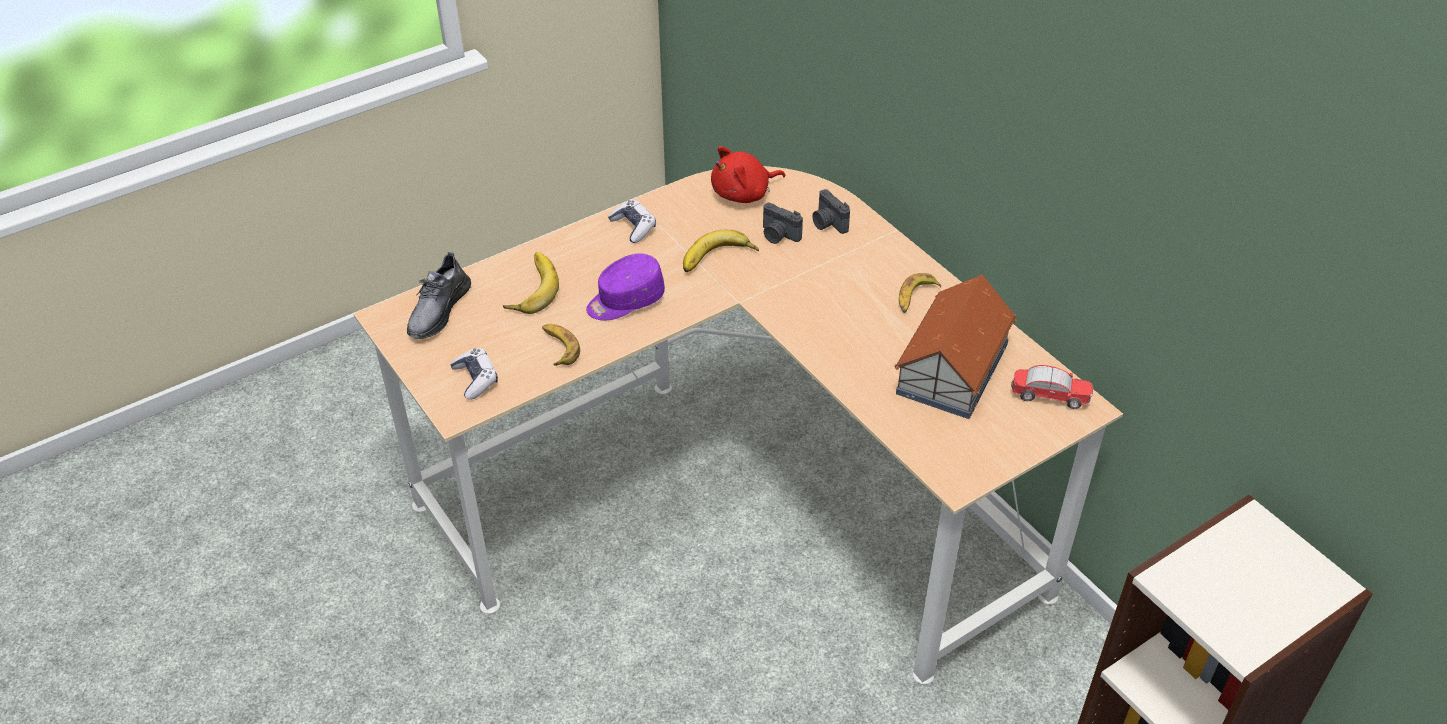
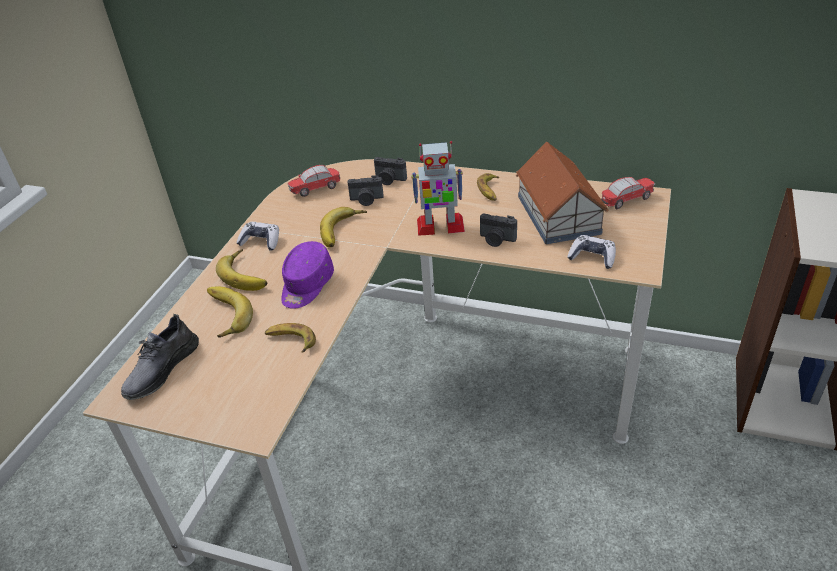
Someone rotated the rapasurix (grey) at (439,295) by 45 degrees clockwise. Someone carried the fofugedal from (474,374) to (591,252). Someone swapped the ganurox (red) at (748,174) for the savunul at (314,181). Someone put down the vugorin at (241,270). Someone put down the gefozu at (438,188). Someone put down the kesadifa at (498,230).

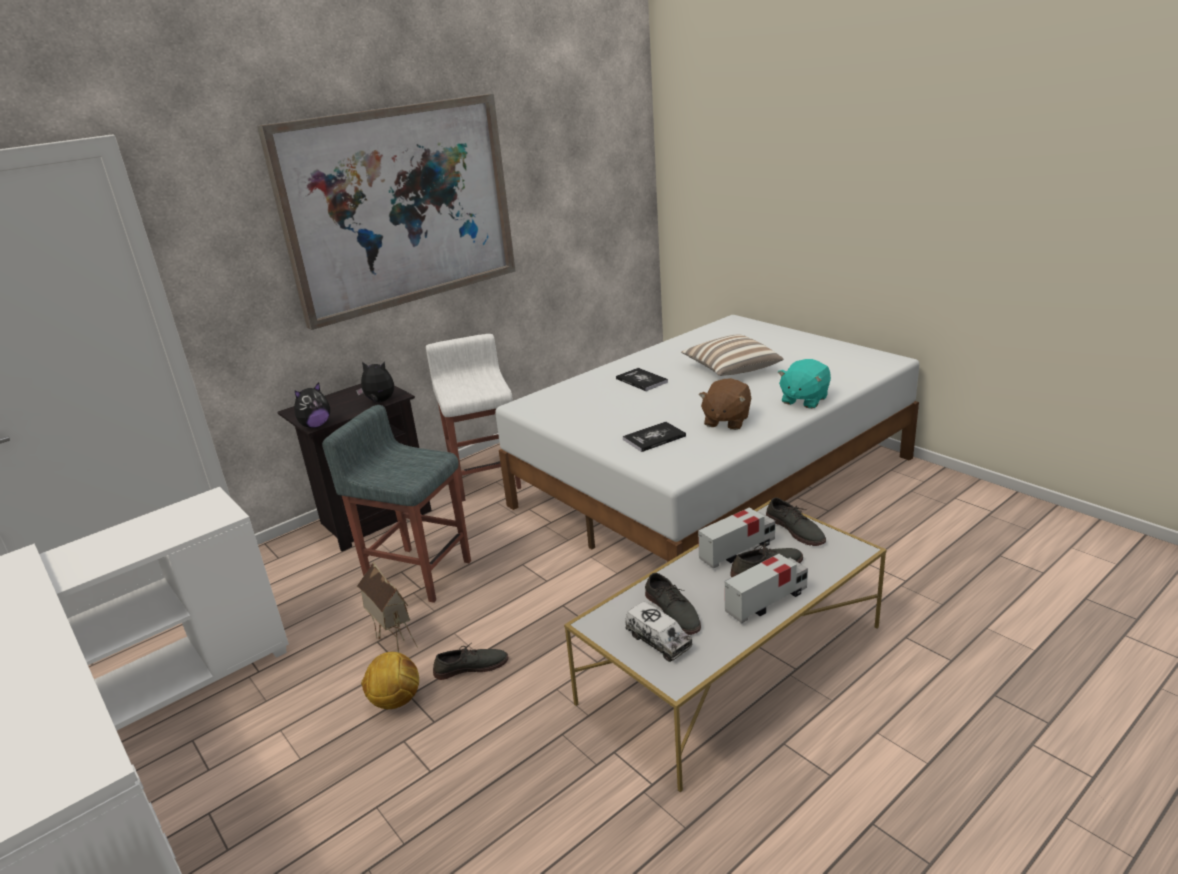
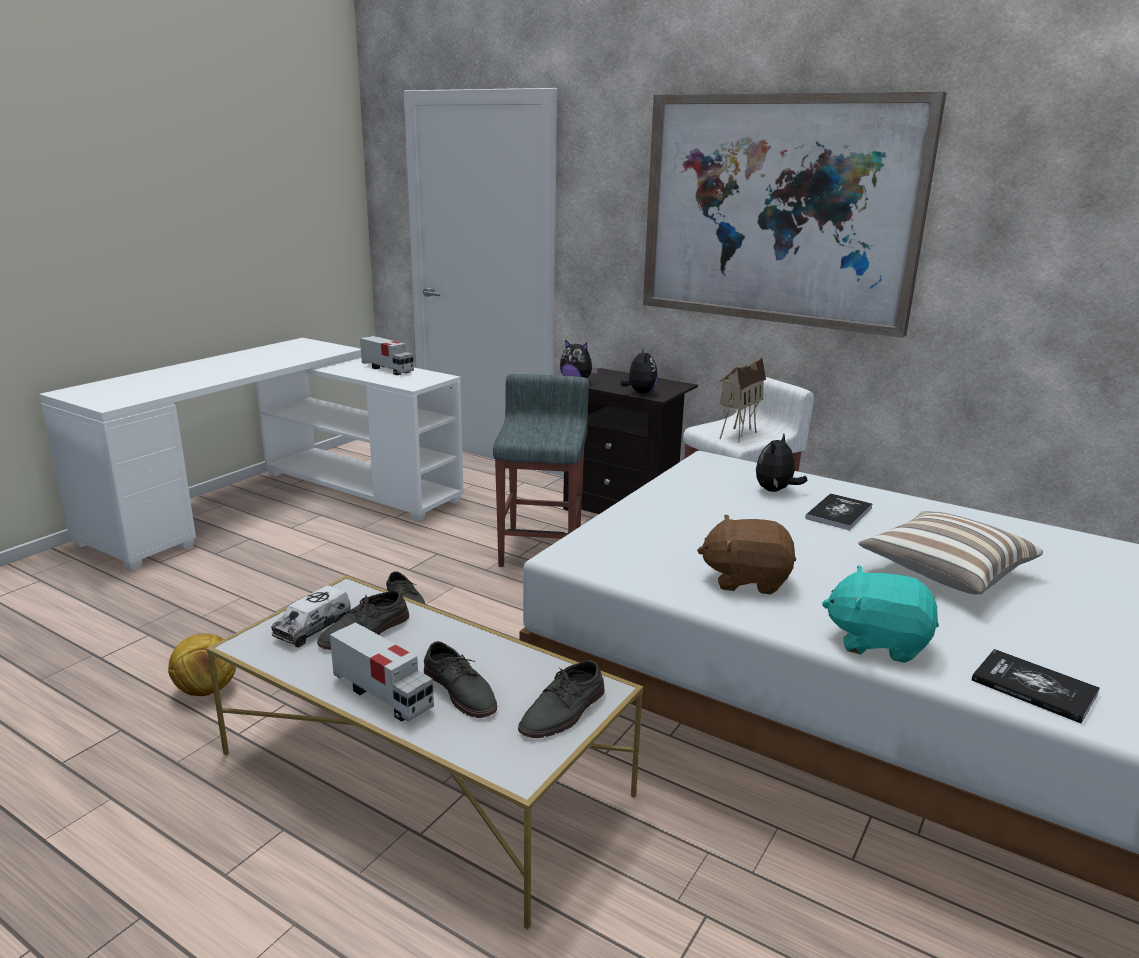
Someone carried the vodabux from (387,607) to (742,399). Someone carried the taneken from (390,680) to (202,664). Someone carried the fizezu from (654,437) to (1036,686). Someone carried the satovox from (736,538) to (387,355). Someone put down the ganurox at (782,463).

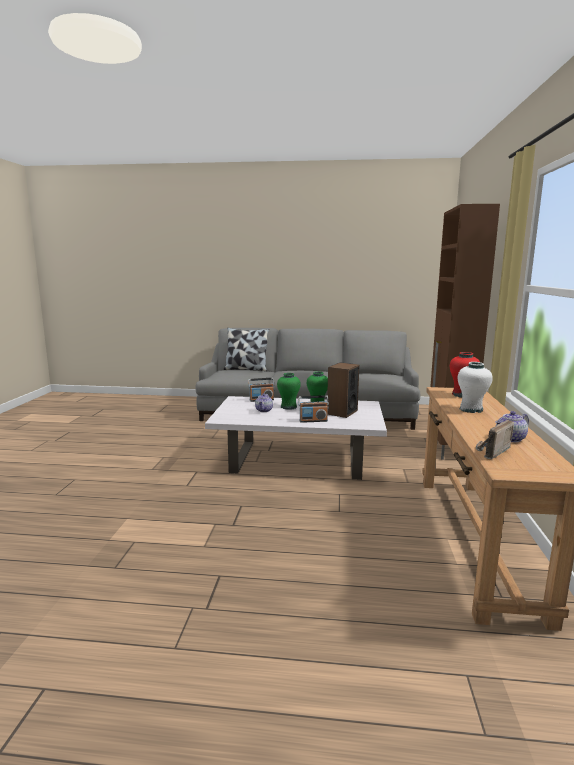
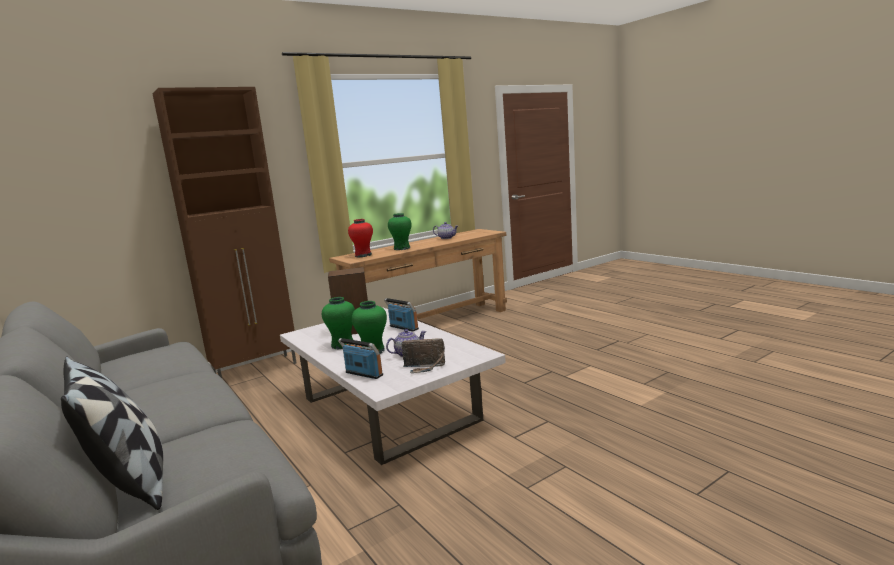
Someone repainted the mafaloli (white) at (475,387), which became the mafaloli (green) at (400,231). Someone carried the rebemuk from (495,439) to (423,355).

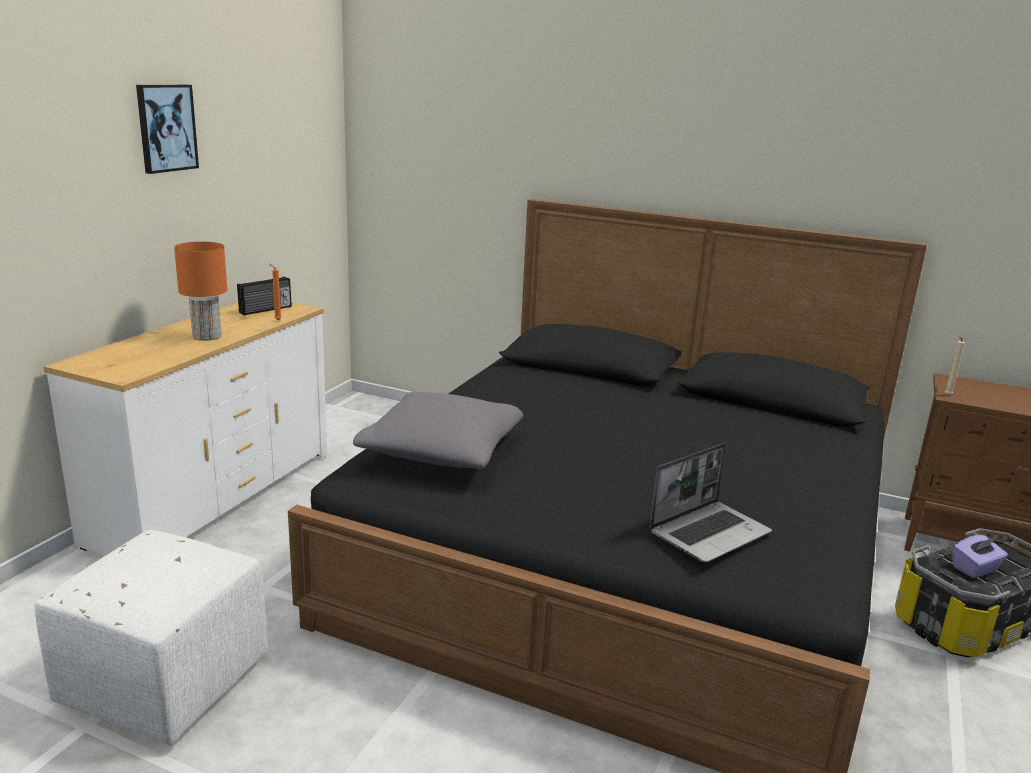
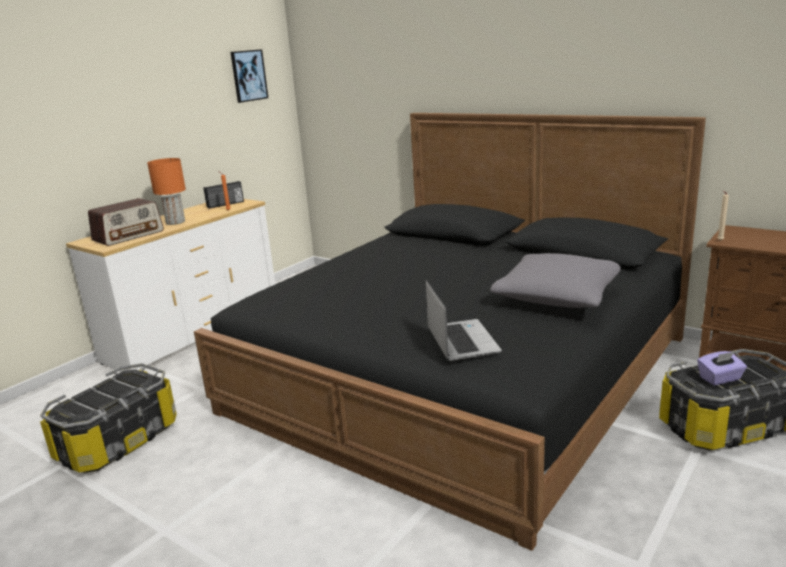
Someone swapped the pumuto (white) at (151,638) for the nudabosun at (108,418). Someone carried the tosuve from (167,129) to (249,76). Someone carried the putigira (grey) from (438,430) to (555,280). Someone rotated the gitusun at (710,502) by 75 degrees counterclockwise. Someone put down the rebemuk at (126,222).

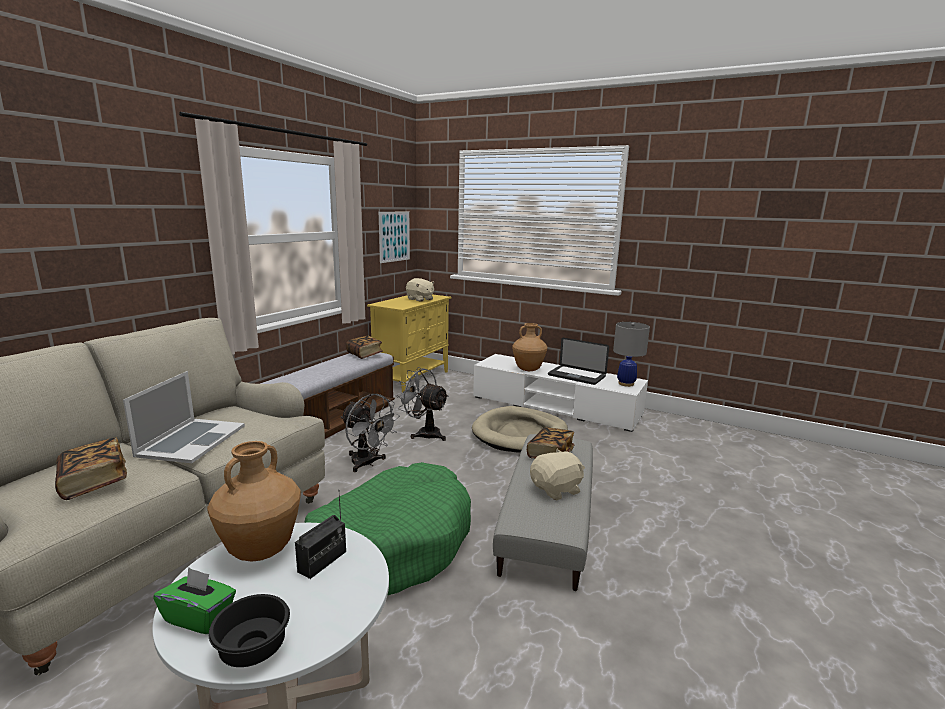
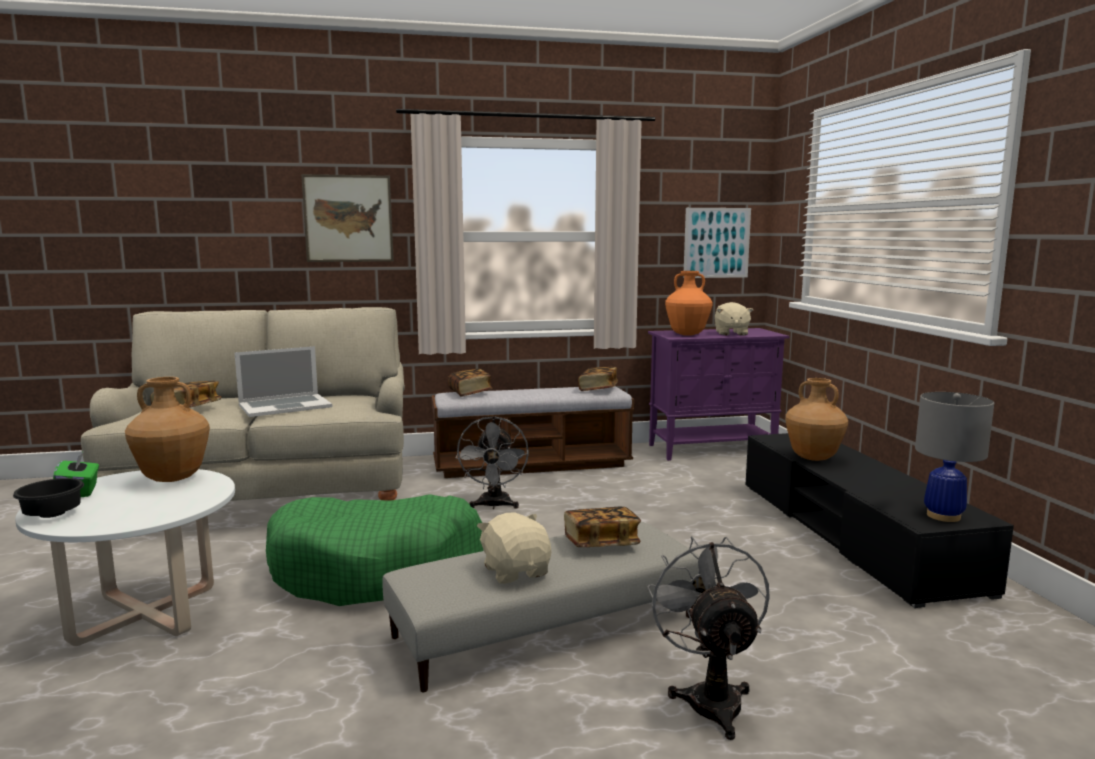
Someone took away the rebemuk at (320,537). Someone repainted the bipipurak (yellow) at (409,343), which became the bipipurak (purple) at (718,394). Someone carried the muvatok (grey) from (422,404) to (708,638). Someone took away the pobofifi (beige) at (520,429). Someone repainted the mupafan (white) at (560,393), which became the mupafan (black) at (879,520). Someone rotated the ganurox (beige) at (557,475) by 135 degrees counterclockwise. Someone took away the gitusun at (578,361). Someone put up the tosuve at (347,218). Someone put down the fizezu at (470,383). Someone put down the mafaloli (orange) at (689,303).

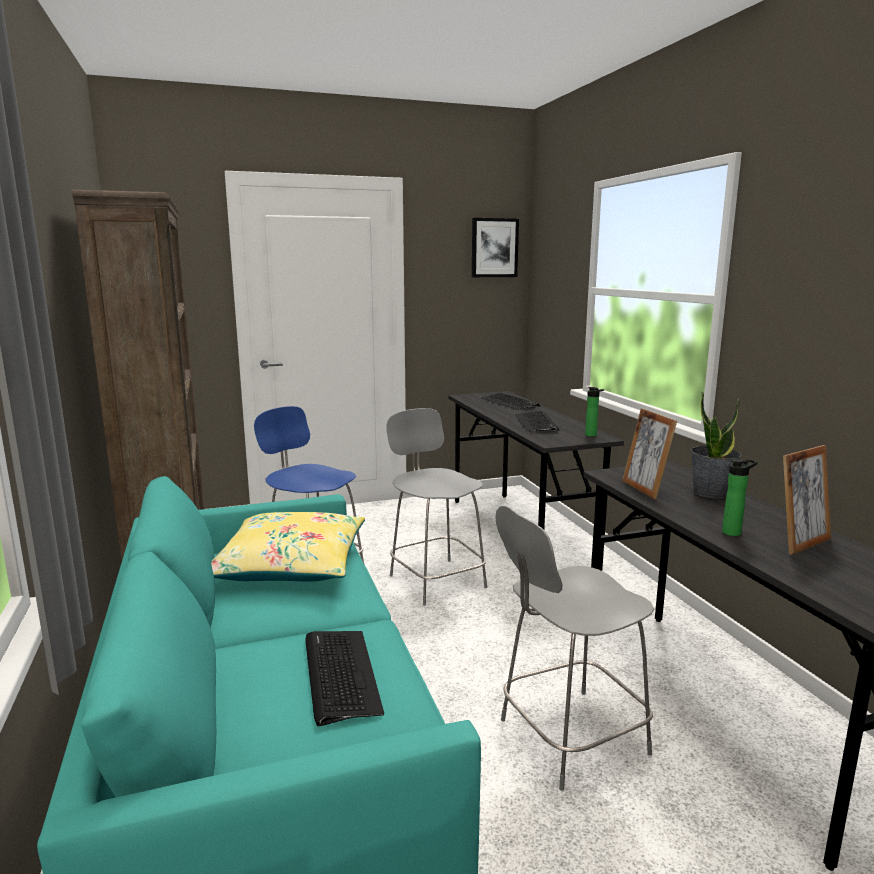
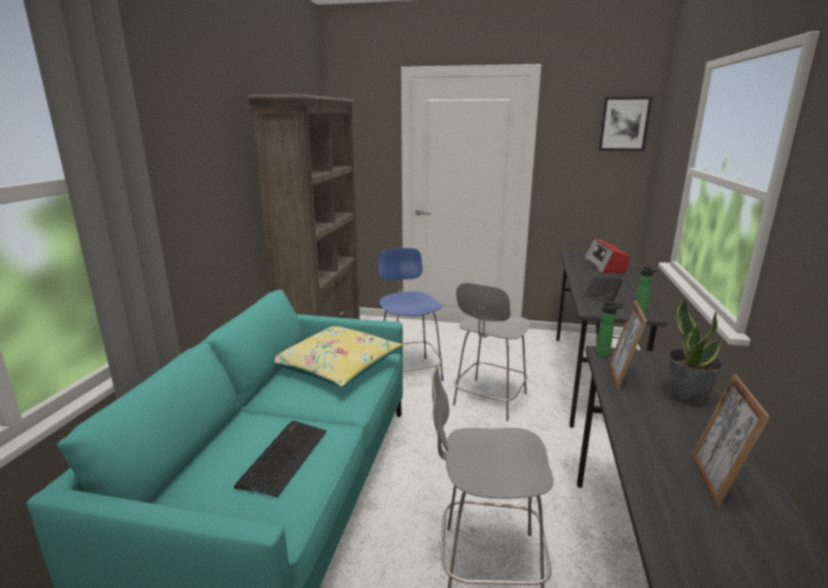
Someone rotated the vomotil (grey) at (436,507) by 150 degrees counterclockwise. Someone swapped the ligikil at (510,401) for the rebemuk at (607,256). Someone carried the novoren from (740,497) to (609,329). Someone rotated the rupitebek at (807,500) by 105 degrees clockwise.

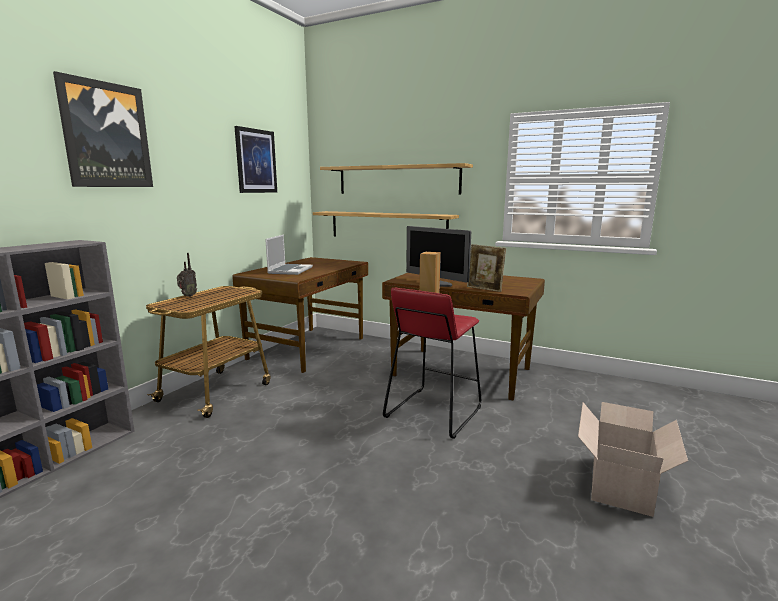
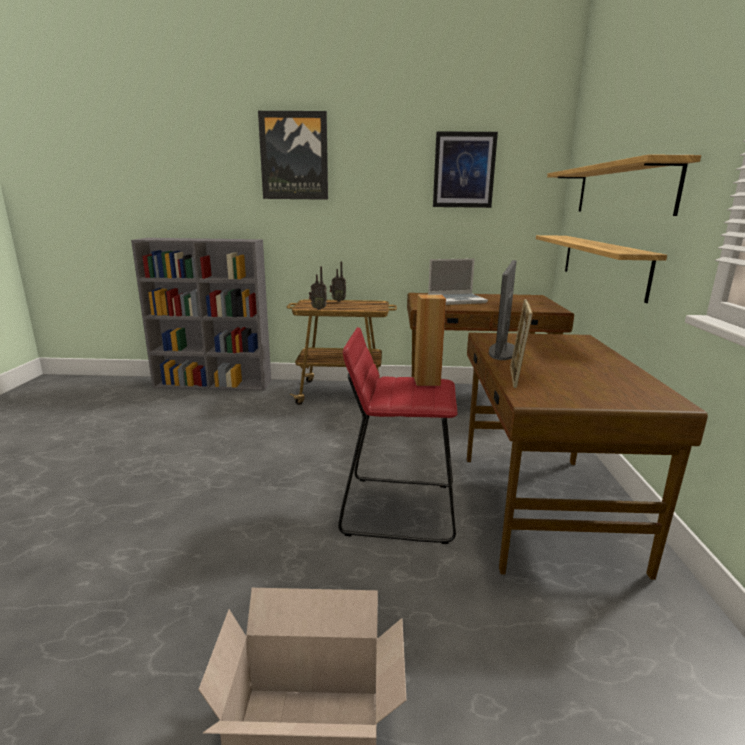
Someone put down the rebemuk at (318,288).

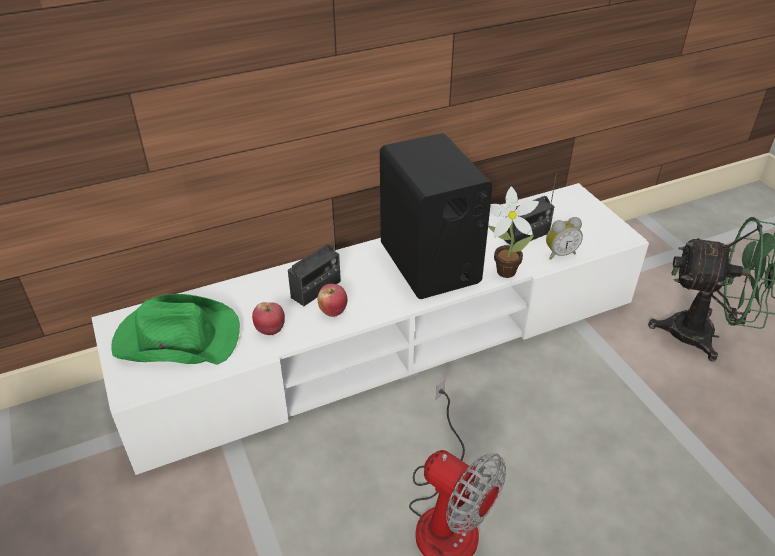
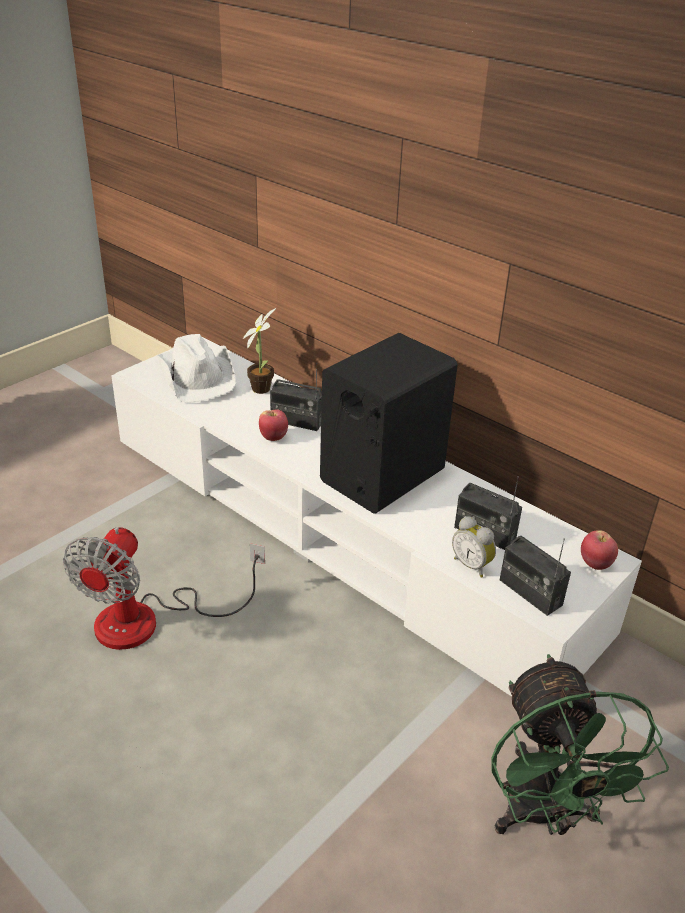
Someone repainted the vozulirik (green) at (175,329), which became the vozulirik (white) at (196,368). Someone carried the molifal from (268,318) to (599,550). Someone carried the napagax from (513,232) to (259,351). Someone put down the rebemuk at (535,576).

